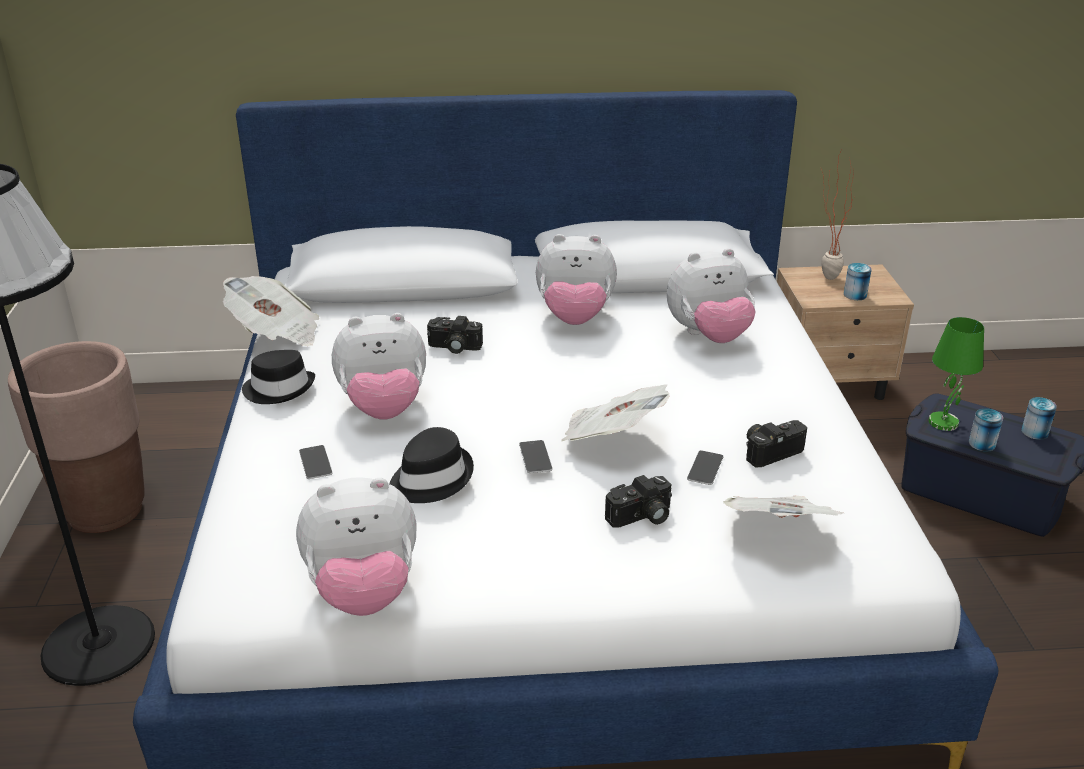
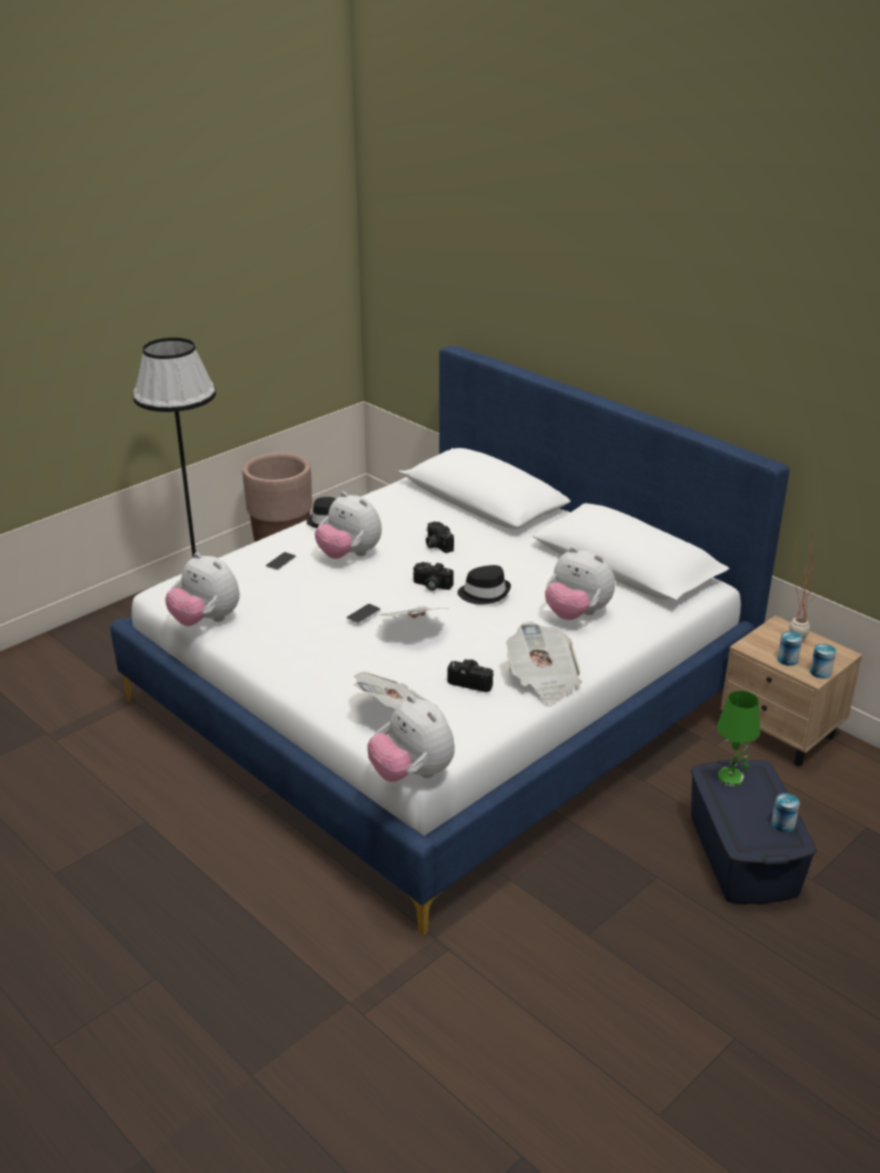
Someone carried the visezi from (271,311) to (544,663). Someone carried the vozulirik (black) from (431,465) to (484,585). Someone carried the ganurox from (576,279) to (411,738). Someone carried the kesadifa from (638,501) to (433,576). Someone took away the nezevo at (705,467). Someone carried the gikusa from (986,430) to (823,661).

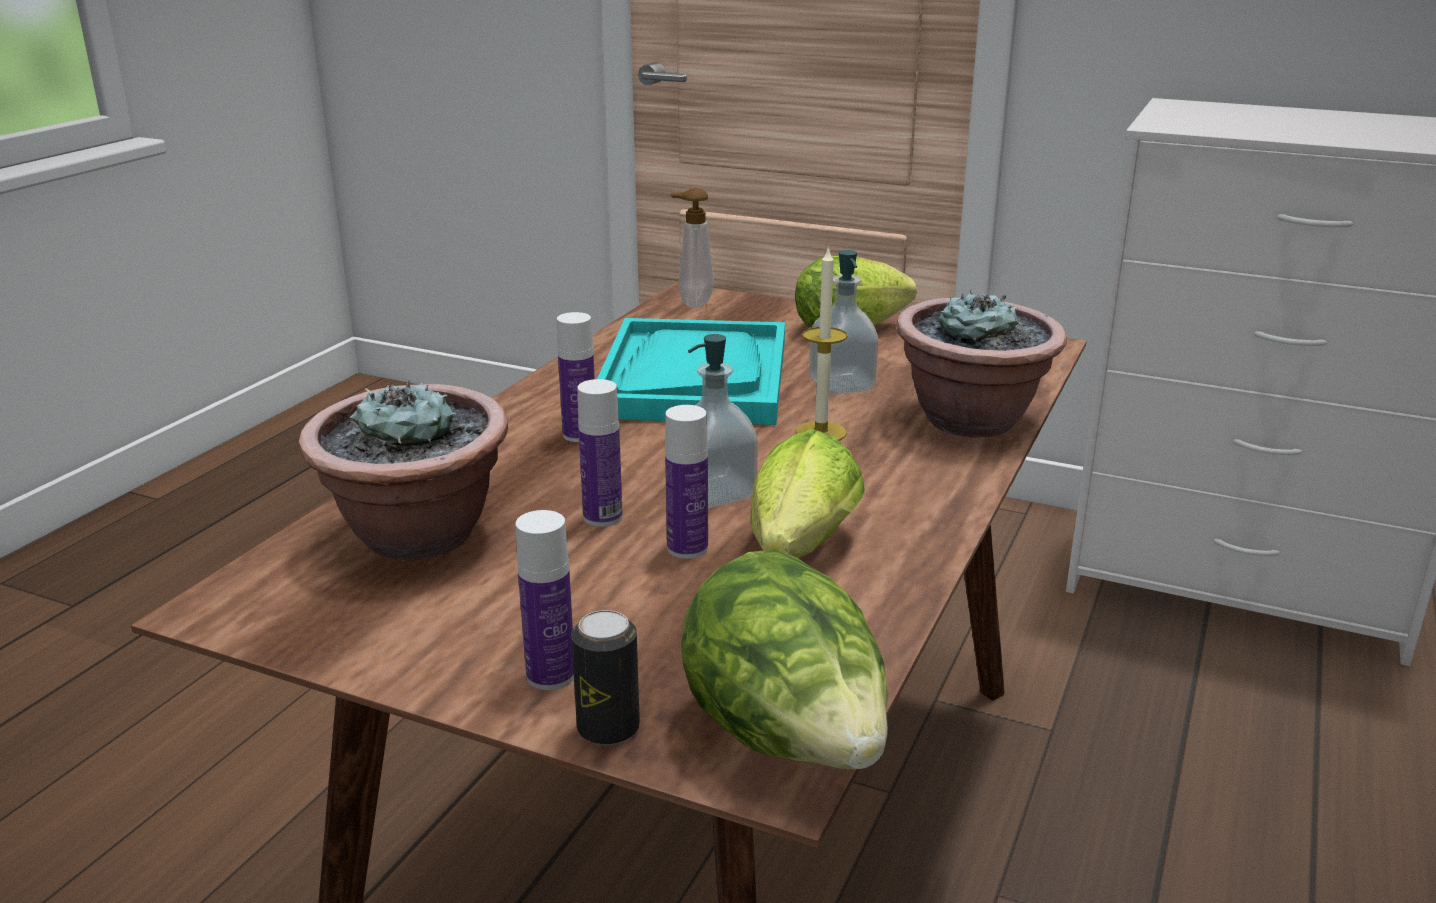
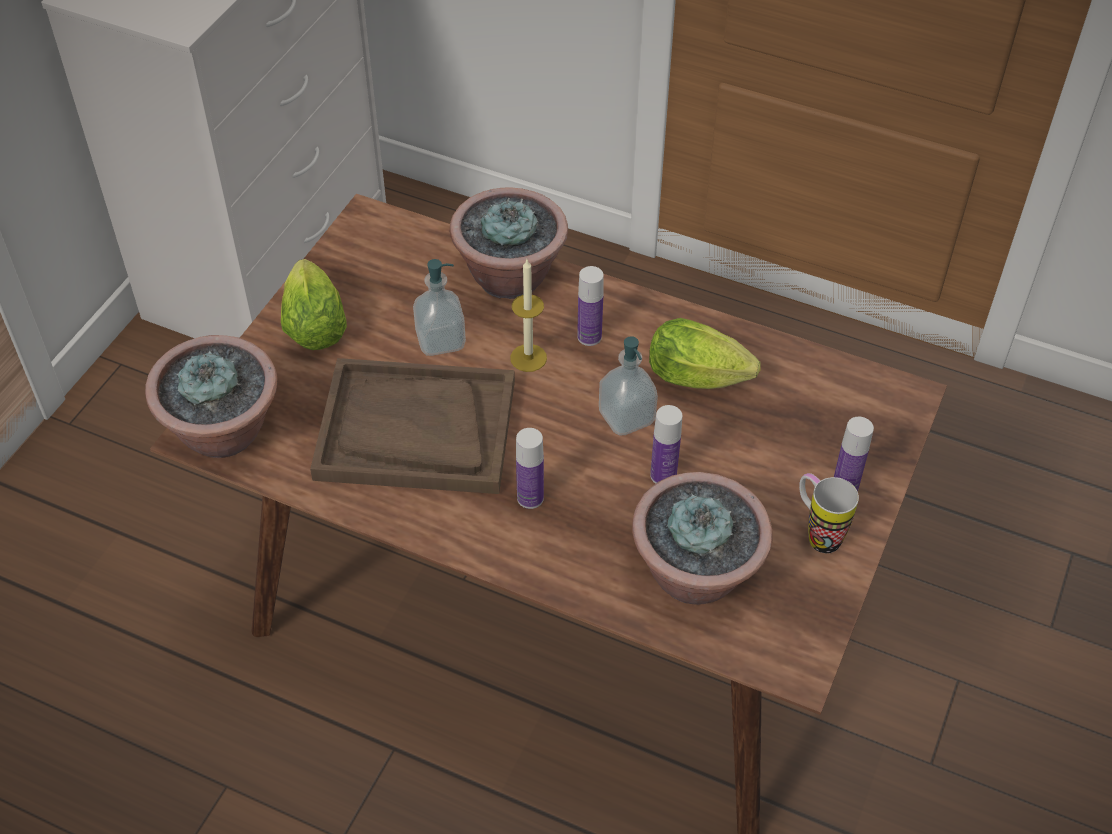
Someone took away the gikusa at (605,677). Someone repainted the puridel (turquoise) at (691,371), which became the puridel (brown) at (412,426). Someone carried the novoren from (686,482) to (590,306). Someone swapped the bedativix at (692,248) for the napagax at (211,396). Someone took away the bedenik at (784,659). Someone put down the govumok at (829,513).

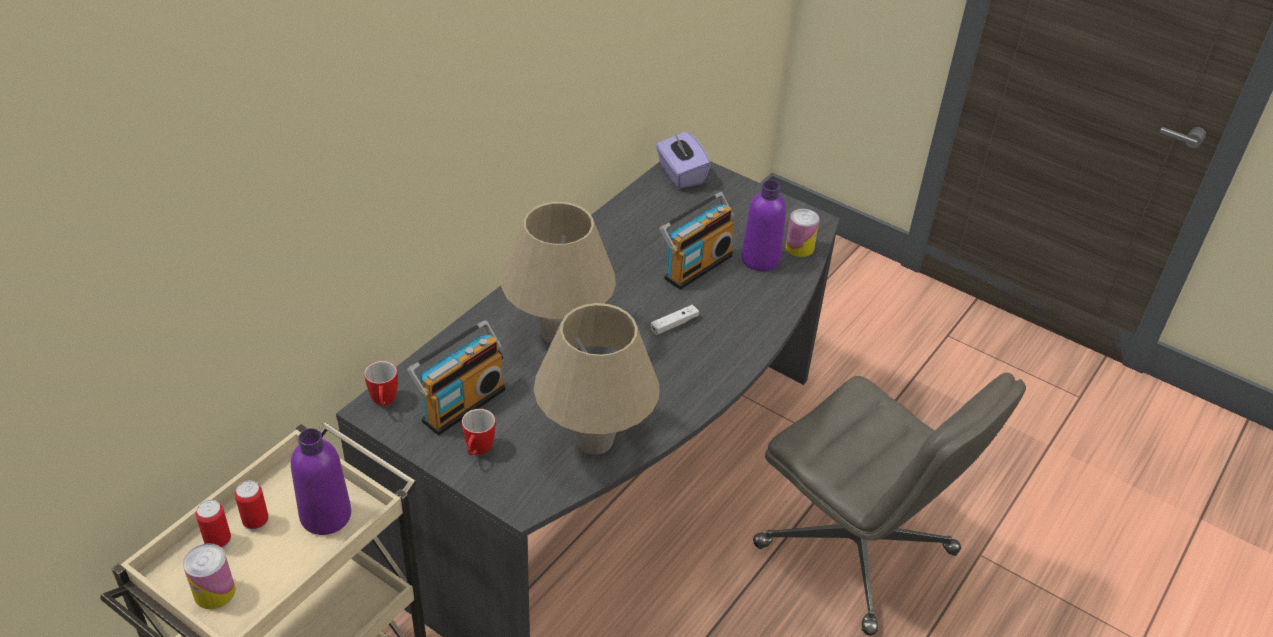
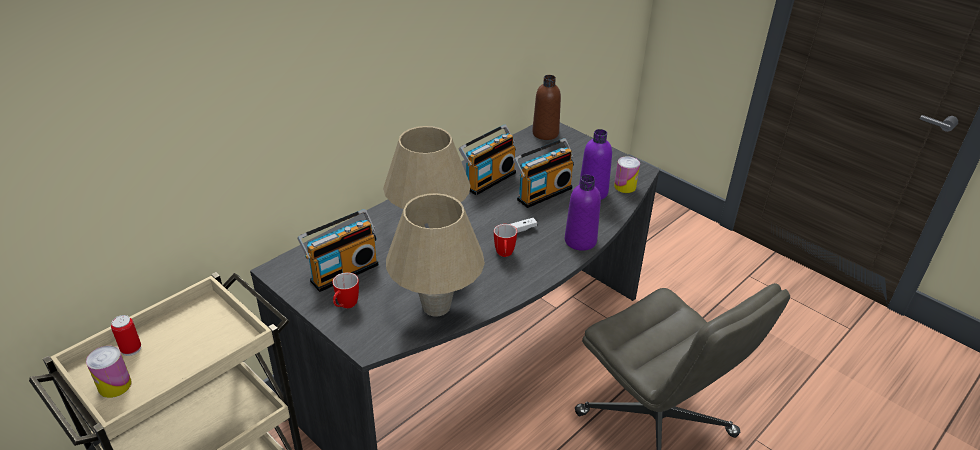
Someone took away the gikusa at (252,505). Someone carried the novoren (purple) from (321,481) to (583,213). Someone carried the govumok from (381,383) to (505,240). Someone swapped the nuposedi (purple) at (683,160) for the novoren (brown) at (546,107). Someone put down the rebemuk at (487,160).

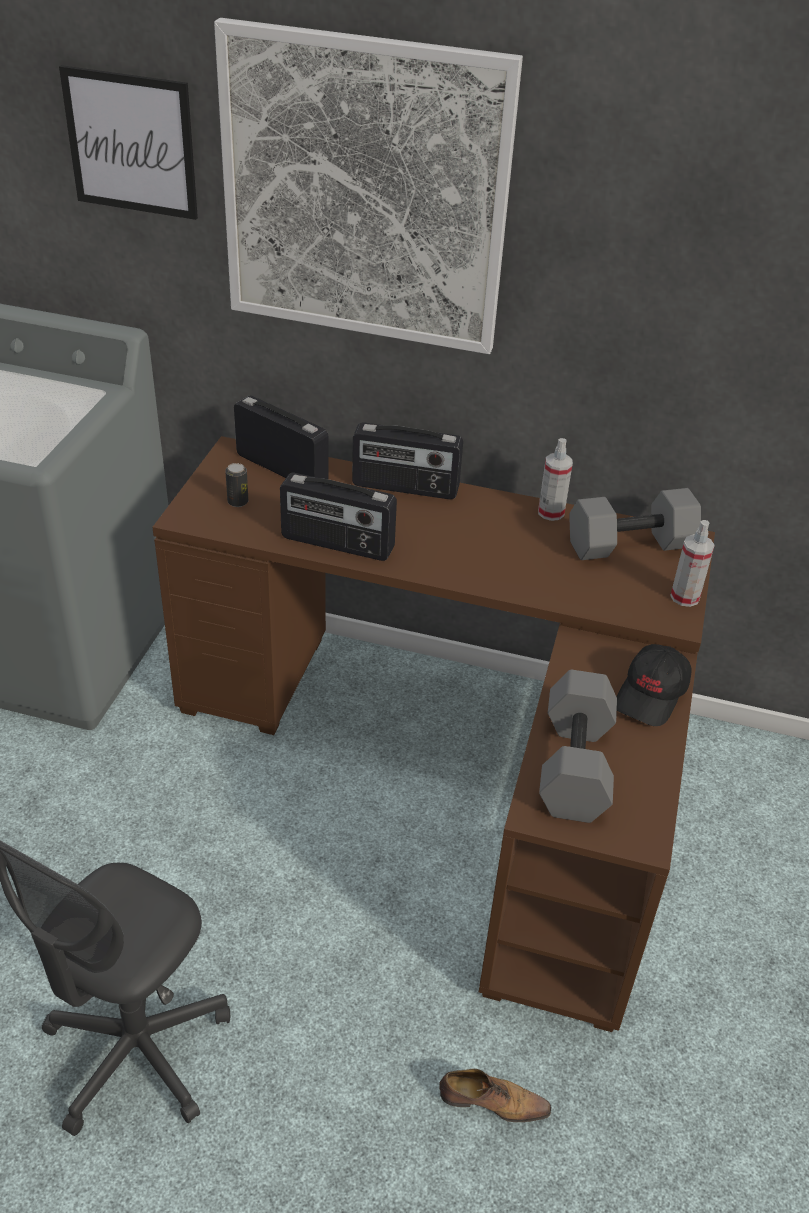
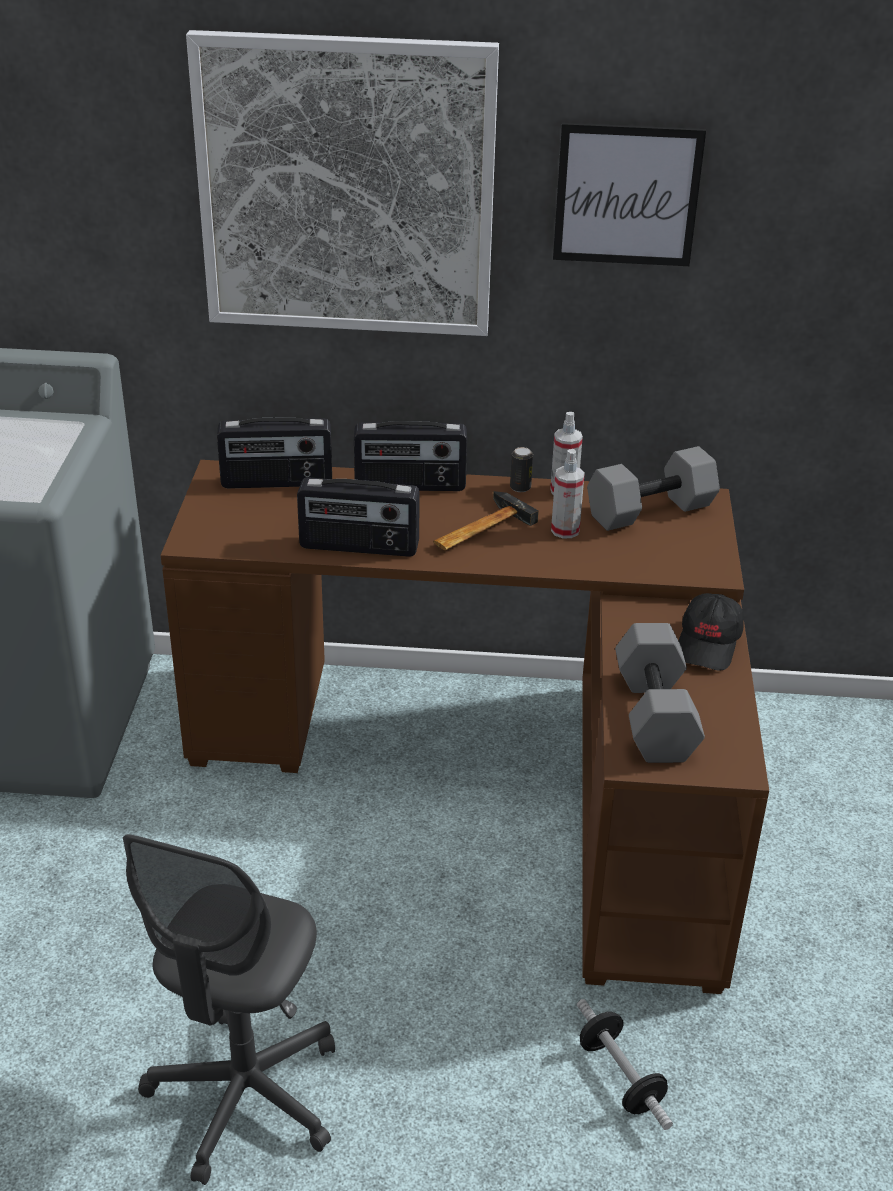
Someone carried the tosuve from (128,142) to (629,194). Someone carried the gikusa from (236,485) to (521,469). Someone rotated the rebemuk at (281,437) by 150 degrees clockwise. Someone swapped the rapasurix at (495,1095) for the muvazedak at (625,1064). Someone carried the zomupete from (692,563) to (568,493). Someone put down the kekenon at (486,520).

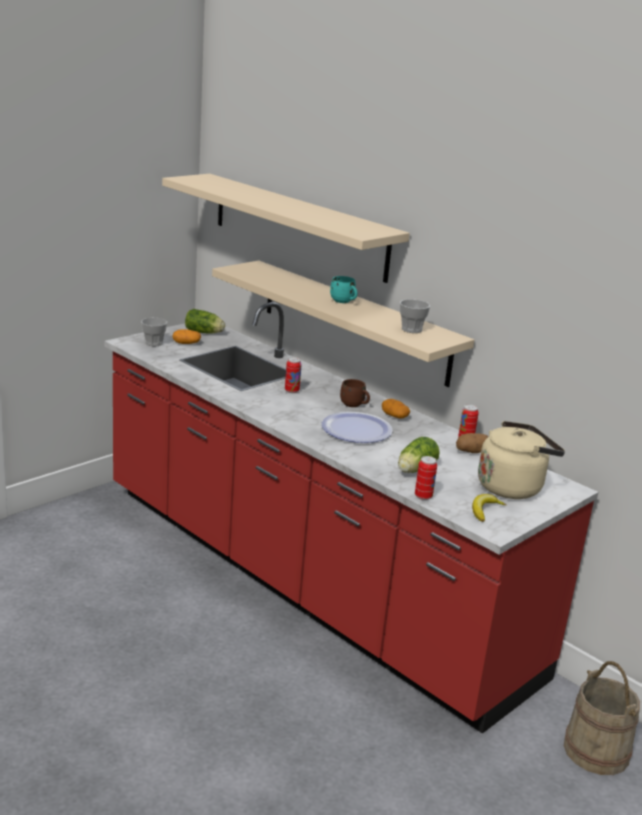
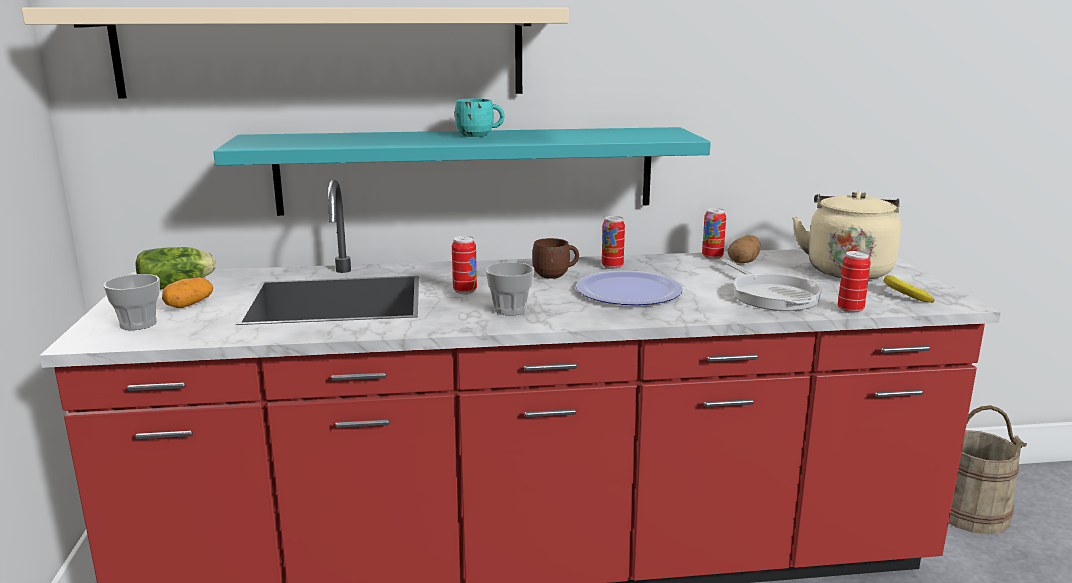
Someone repainted the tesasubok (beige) at (343,323), which became the tesasubok (turquoise) at (462,171). Someone swapped the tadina at (396,409) for the gikusa at (613,242). Someone swapped the bedenik at (419,455) for the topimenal at (771,284). Someone carried the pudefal from (415,316) to (510,288).

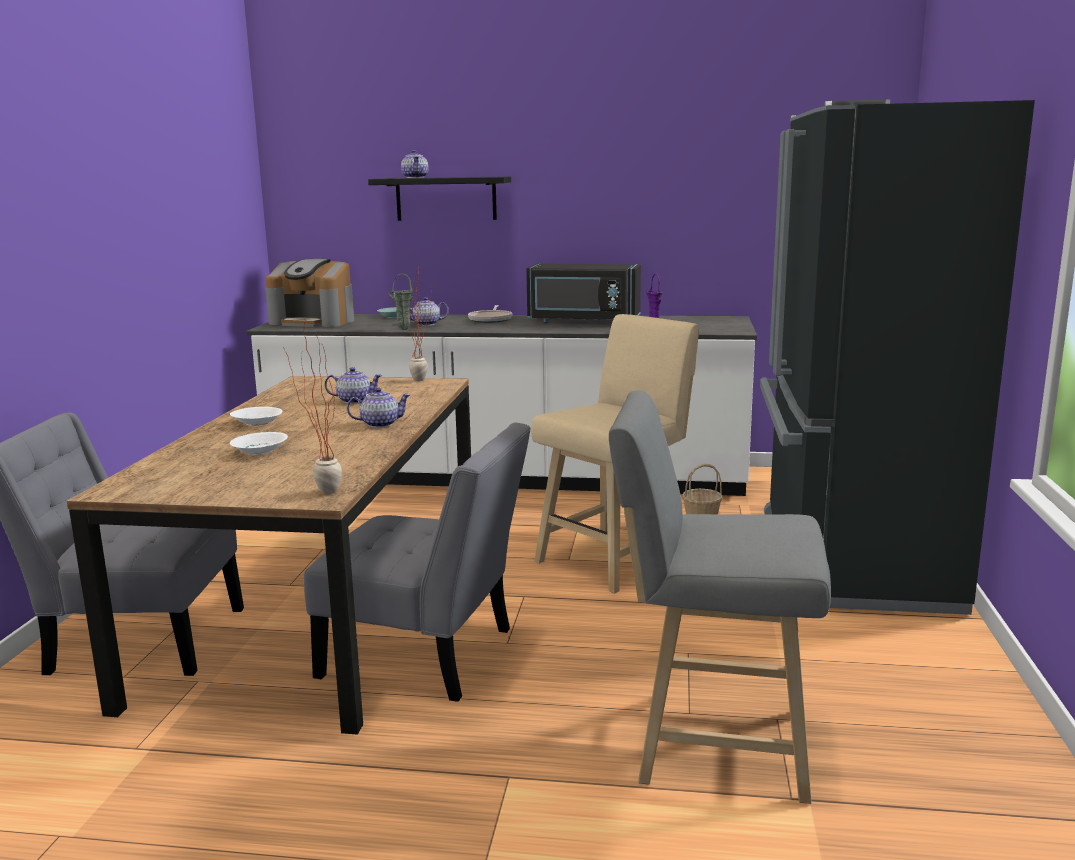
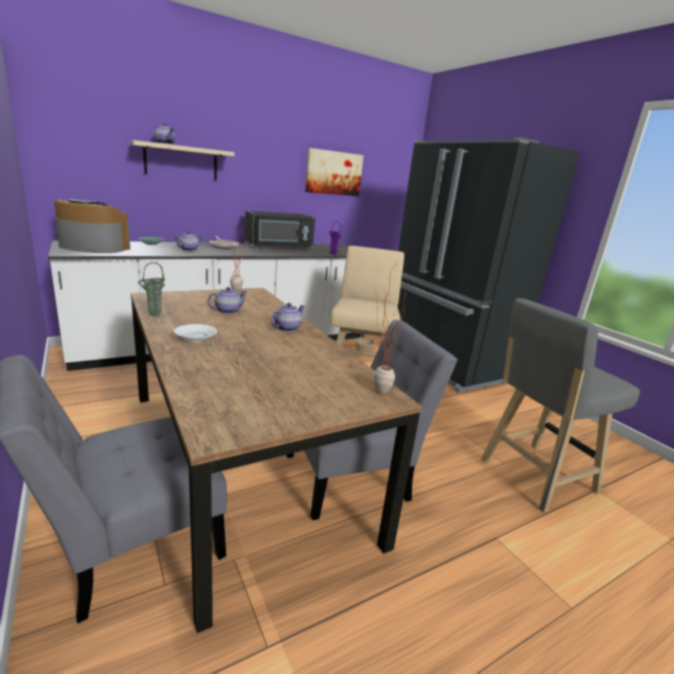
Someone took away the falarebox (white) at (259,443). Someone rotated the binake at (309,293) by 150 degrees counterclockwise. Someone repainted the tesasubok (black) at (439,198), which became the tesasubok (beige) at (182,160). Someone carried the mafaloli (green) from (400,302) to (151,289). Someone put up the tosuve at (334,172).

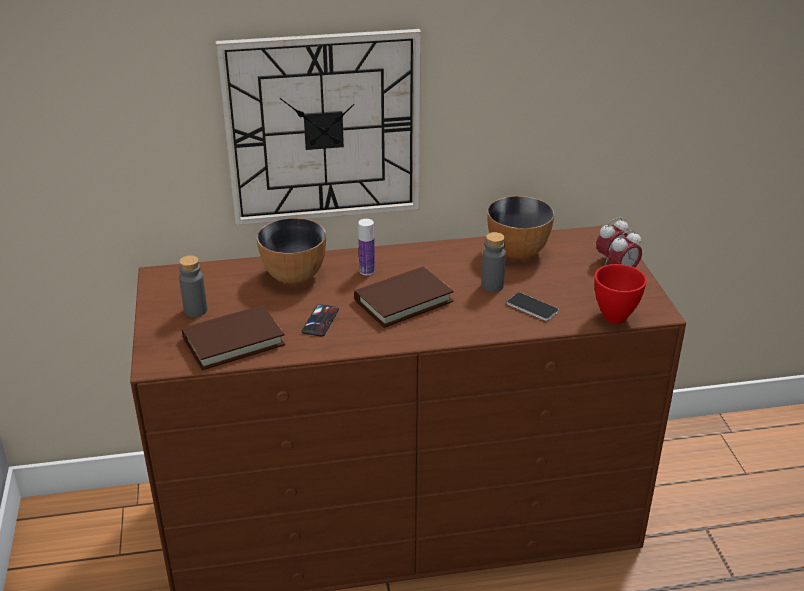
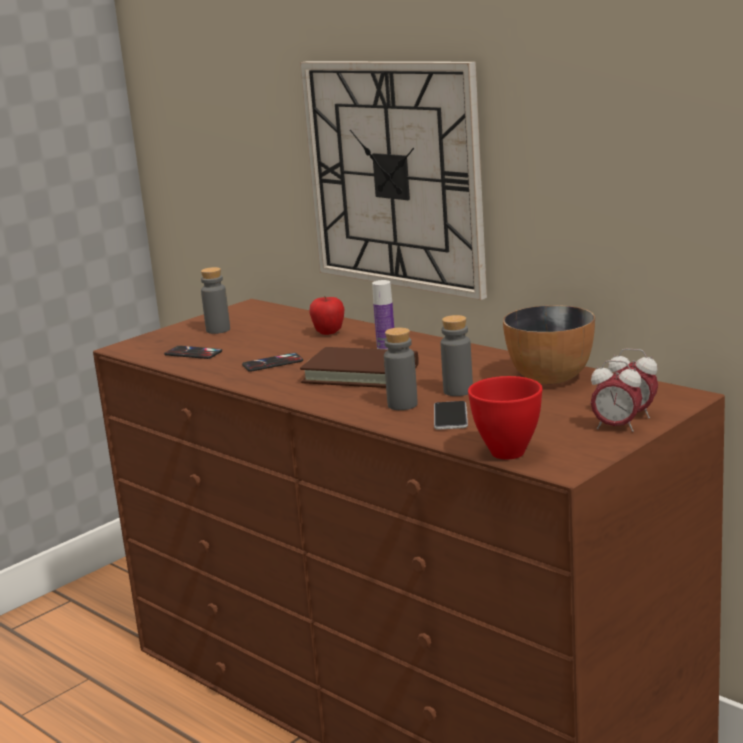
Someone swapped the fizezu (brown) at (233,337) for the nezevo at (193,352). Someone swapped the falarebox at (291,251) for the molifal at (326,315). Someone put down the novoren (grey) at (401,369).

